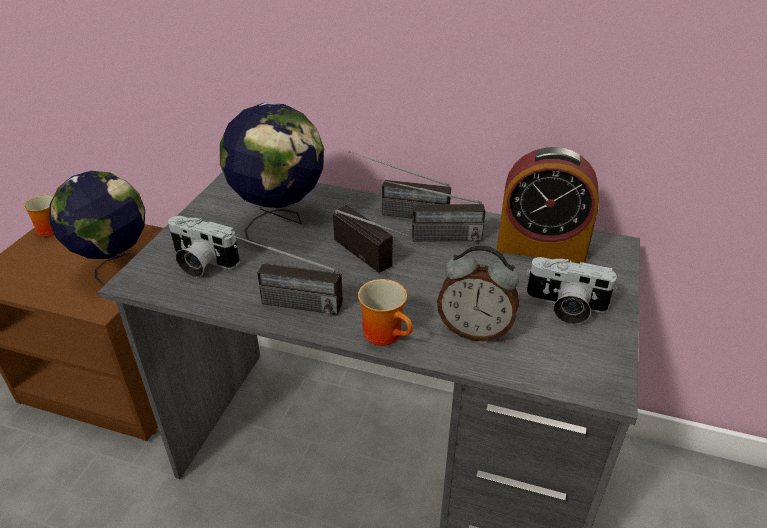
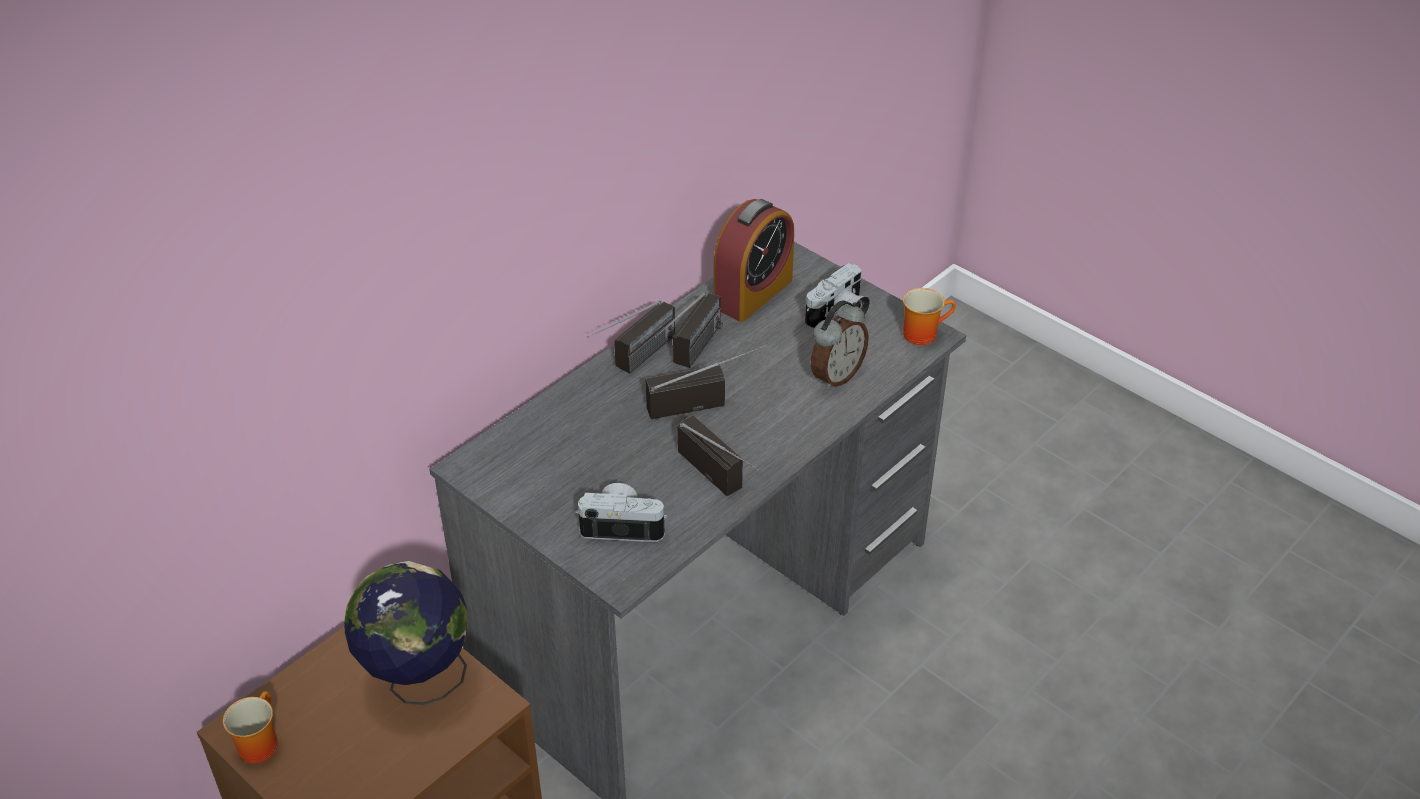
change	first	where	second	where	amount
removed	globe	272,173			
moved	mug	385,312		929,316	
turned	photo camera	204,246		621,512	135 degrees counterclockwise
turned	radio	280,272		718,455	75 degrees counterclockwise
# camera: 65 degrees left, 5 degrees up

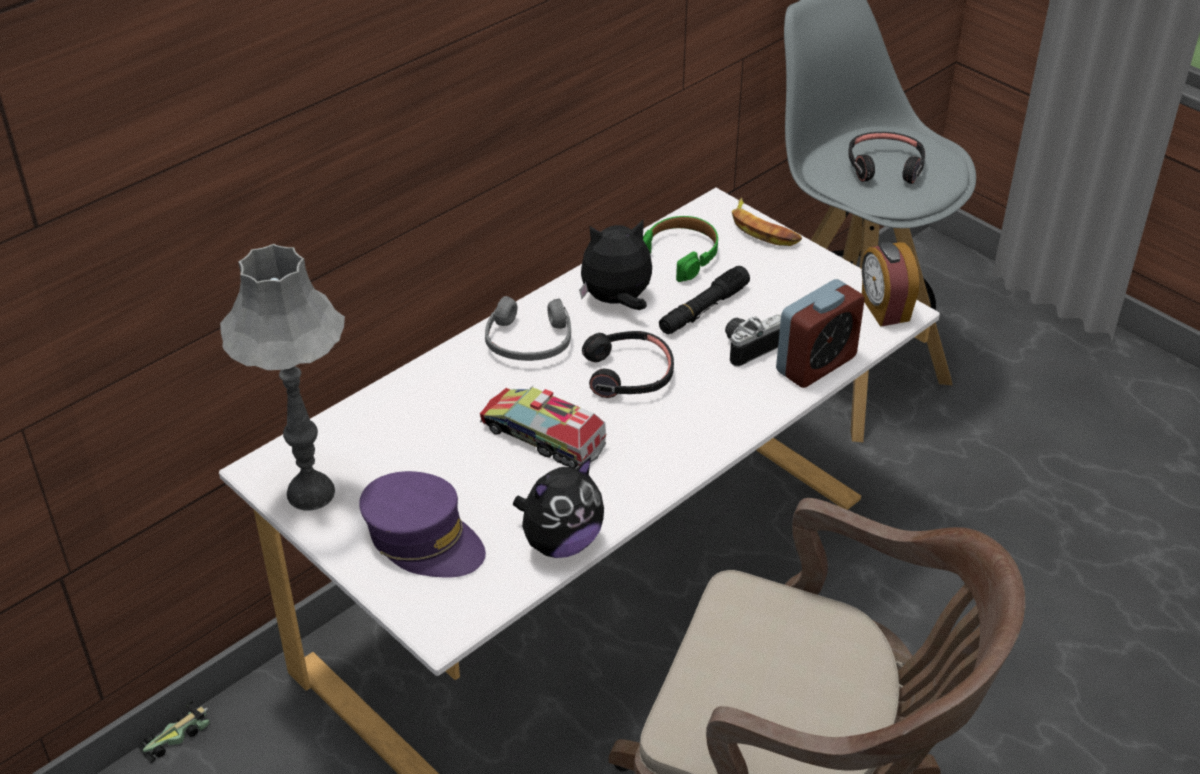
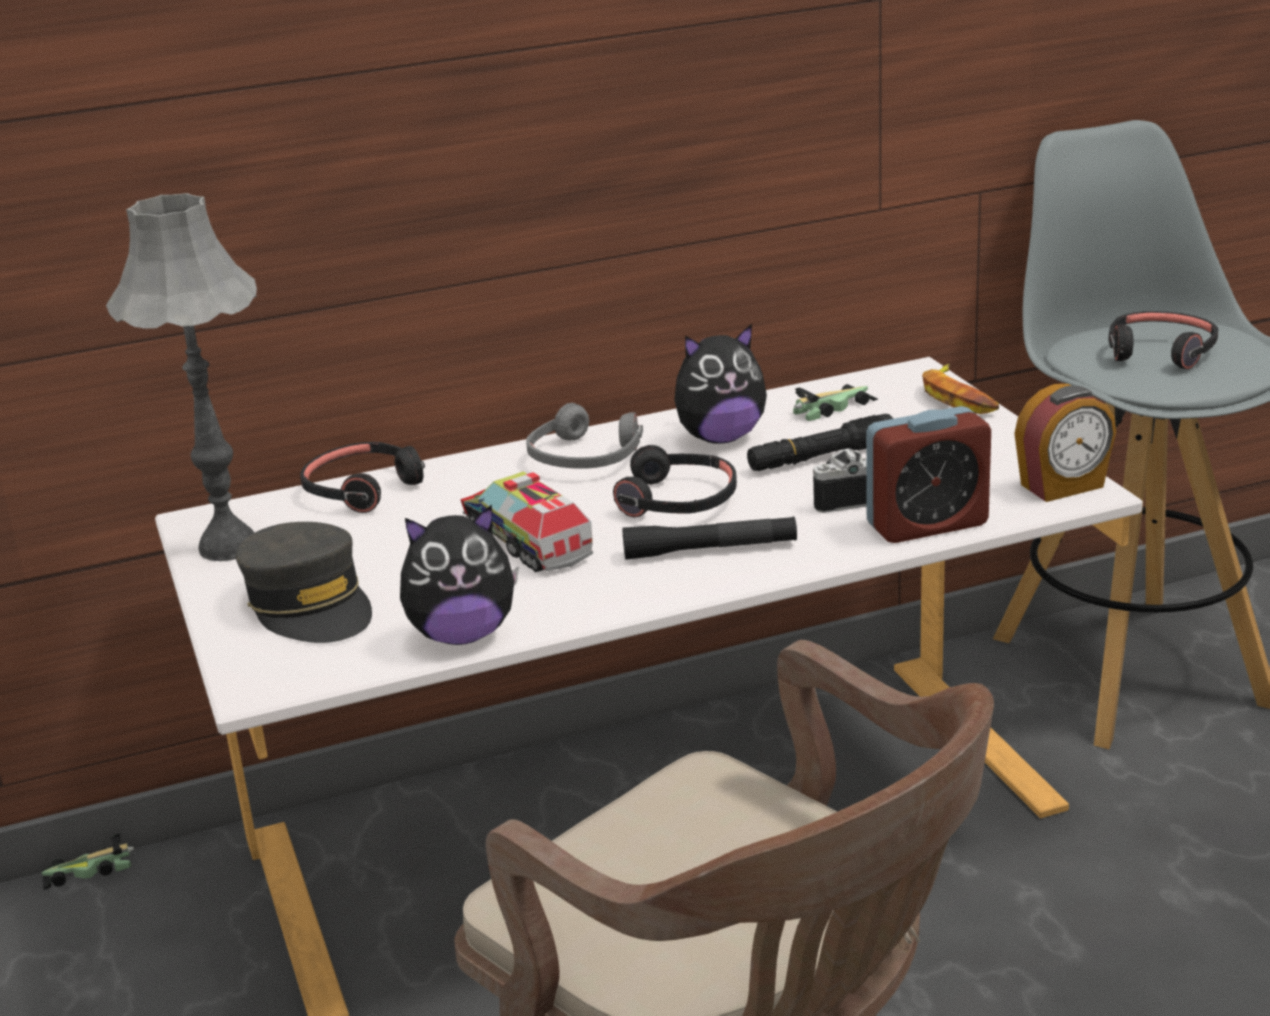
change	first	where	second	where	amount
added			headphones/black	362,477	
added			flashlight/black	709,538	
replaced	headphones/green	680,249	toy car	835,402	
recoloured	cap/purple	422,524	cap/grey	304,582	
turned	plush toy	615,265		720,384	150 degrees clockwise
turned	alarm clock	890,284		1065,443	120 degrees counterclockwise
# camera: 25 degrees right, 15 degrees down

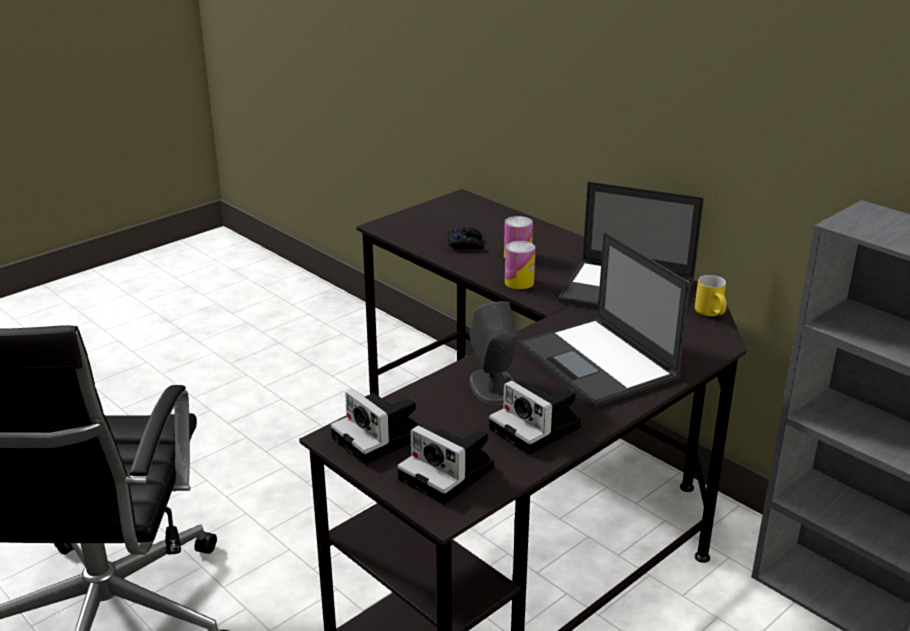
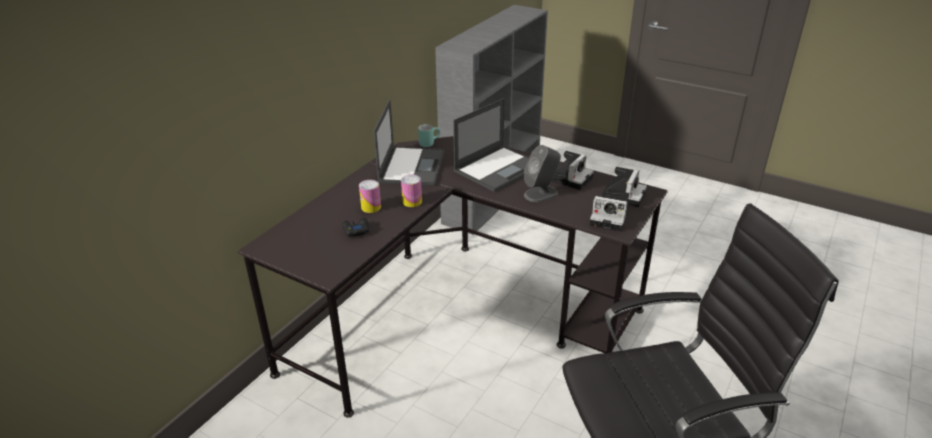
change	first	where	second	where	amount
recoloured	mug/yellow	711,295	mug/turquoise	429,135	
turned	photo camera	376,427		609,212	75 degrees clockwise
# camera: 105 degrees left, 5 degrees up

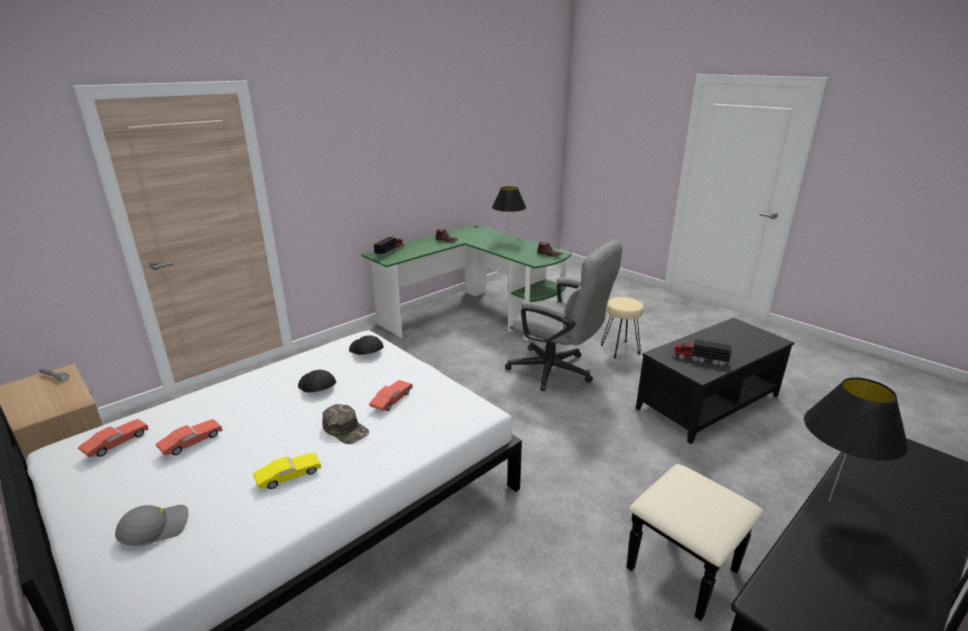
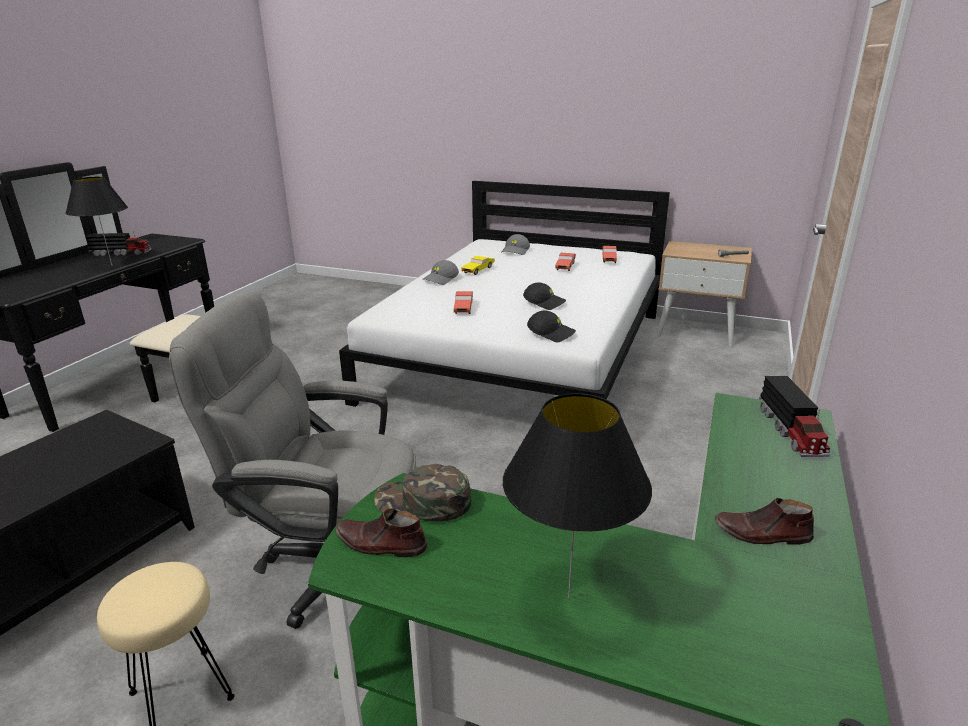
change	first	where	second	where	amount
added			cap/grey	441,272	
moved	cap/green	345,424		422,493	
moved	toy truck	703,352		119,243	
# camera: 155 degrees right, 0 degrees up

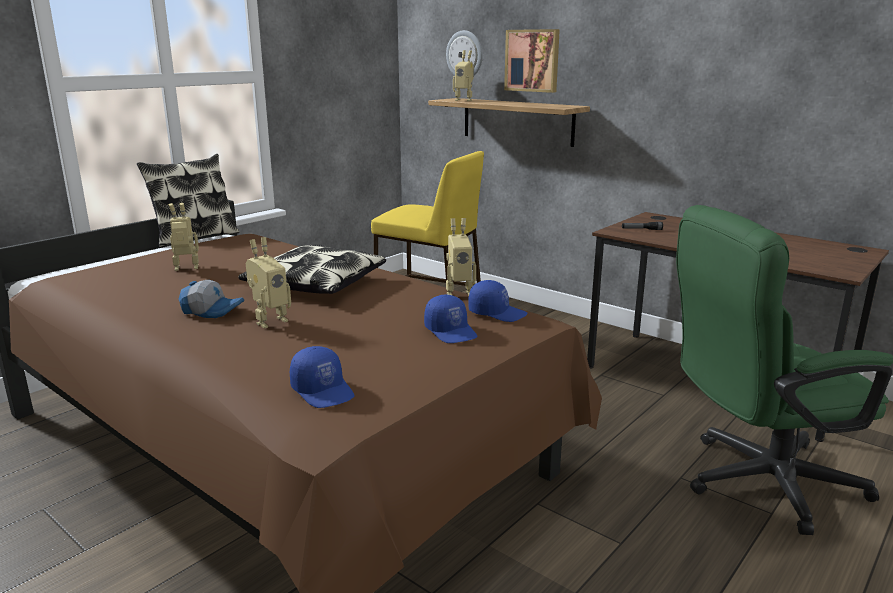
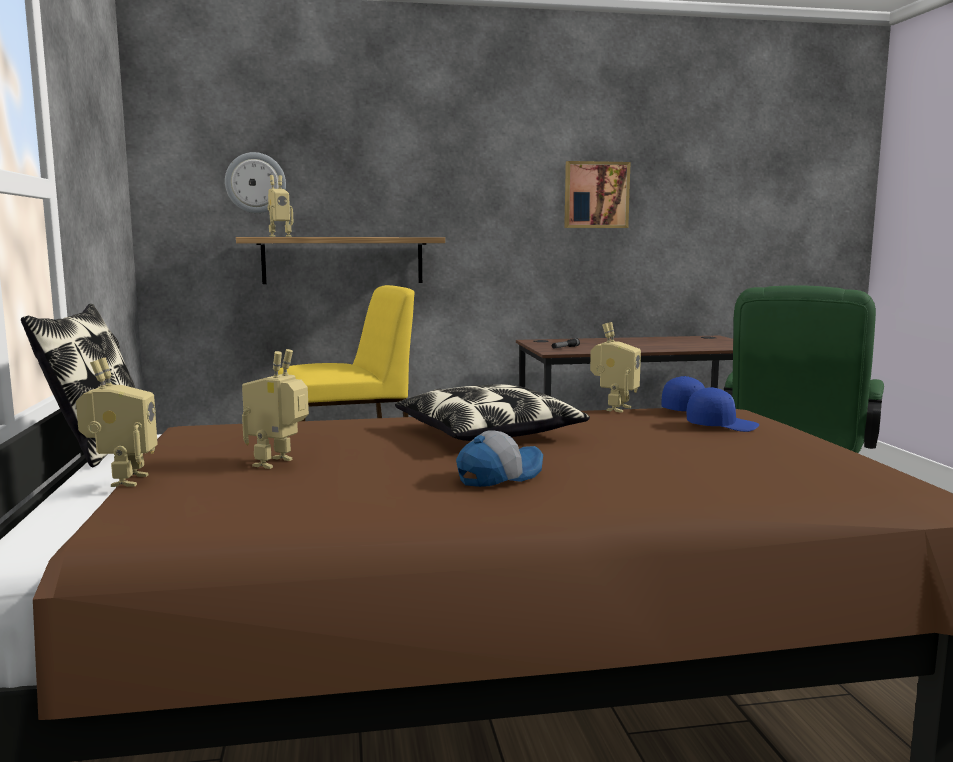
change	first	where	second	where	amount
removed	cap/blue	322,377			
moved	toy robot	268,282		117,422	
moved	picture	532,61		597,194	
# camera: 50 degrees left, 10 degrees down

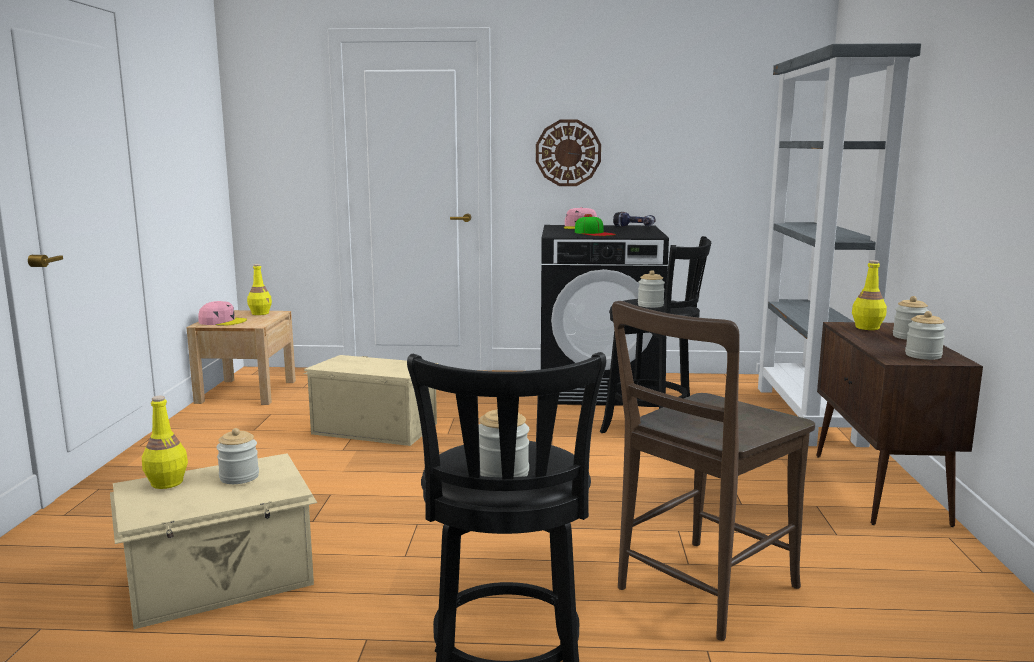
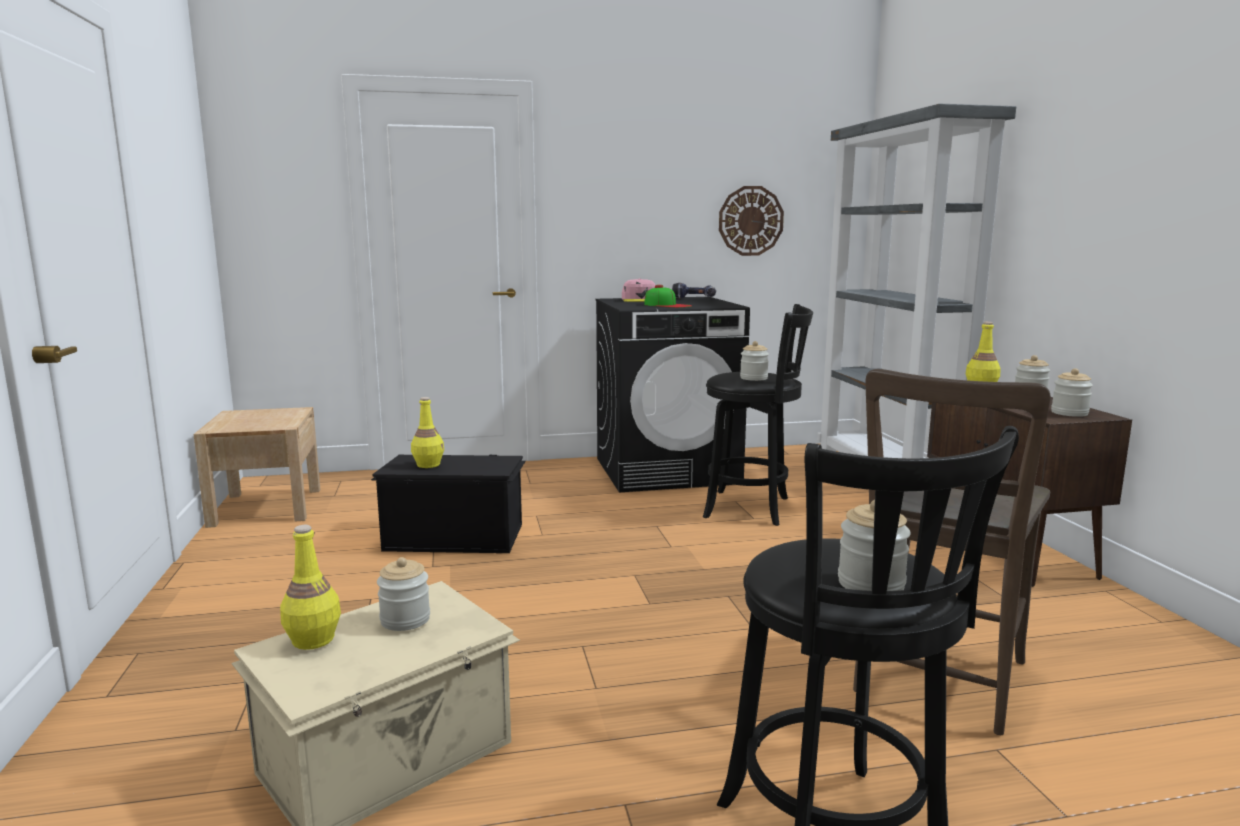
change	first	where	second	where	amount
removed	cap/pink	222,313			
moved	bottle/yellow	259,289		427,432	
moved	wall clock	568,153		751,221	
recoloured	storage box/beige	370,400	storage box/black	448,504	
# camera: 15 degrees left, 0 degrees up

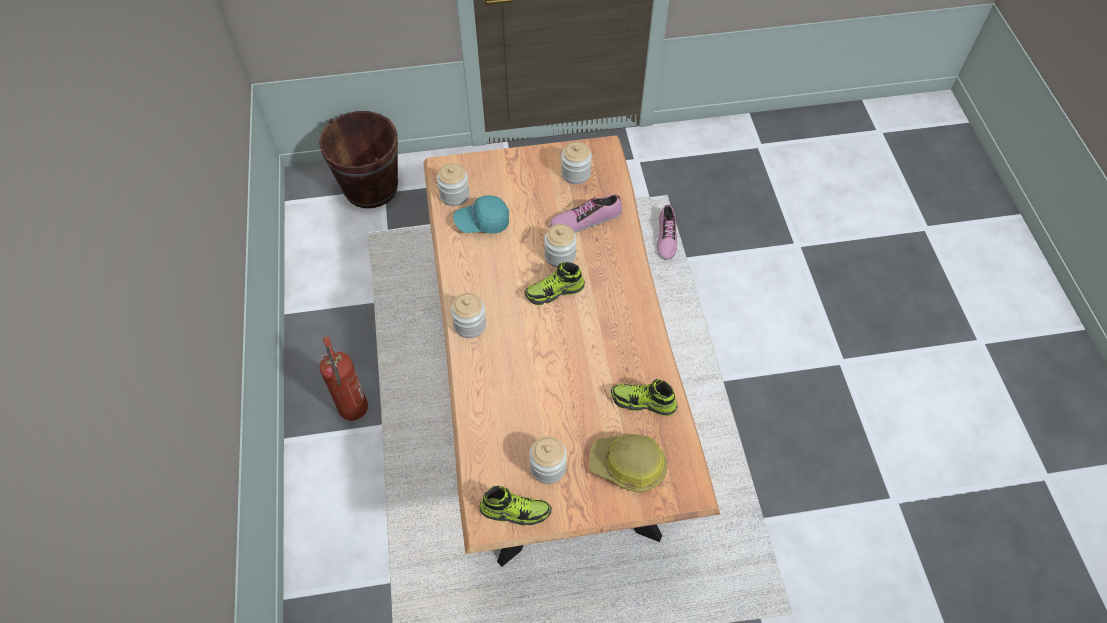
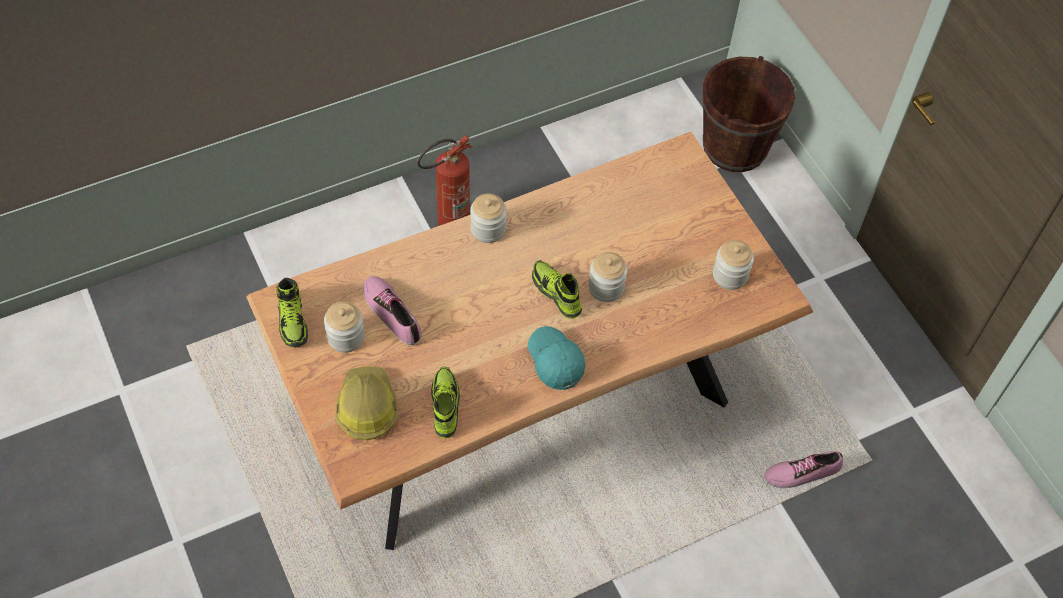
change	first	where	second	where	amount
removed	jar	453,184			
moved	cap/turquoise	481,214		556,358	
moved	shoe	586,213		392,310	
# camera: 70 degrees right, 0 degrees up

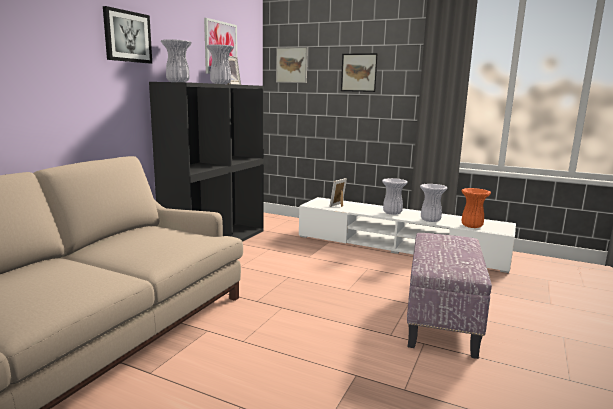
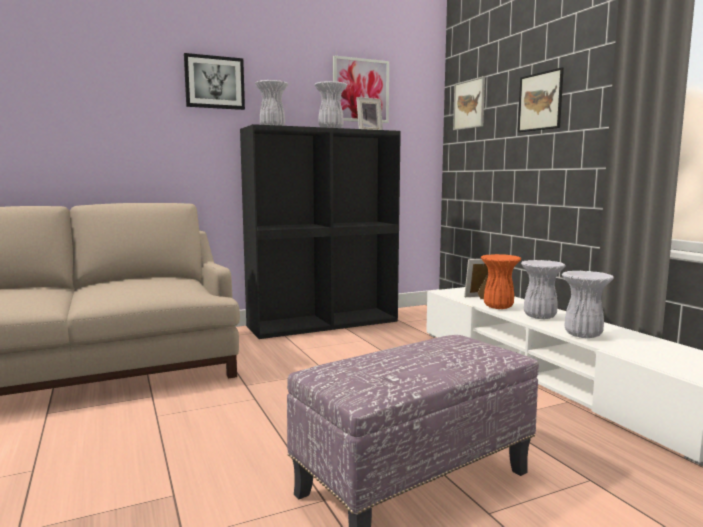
change	first	where	second	where	amount
moved	vase/orange	476,208		501,281	
# camera: 40 degrees right, 5 degrees down

